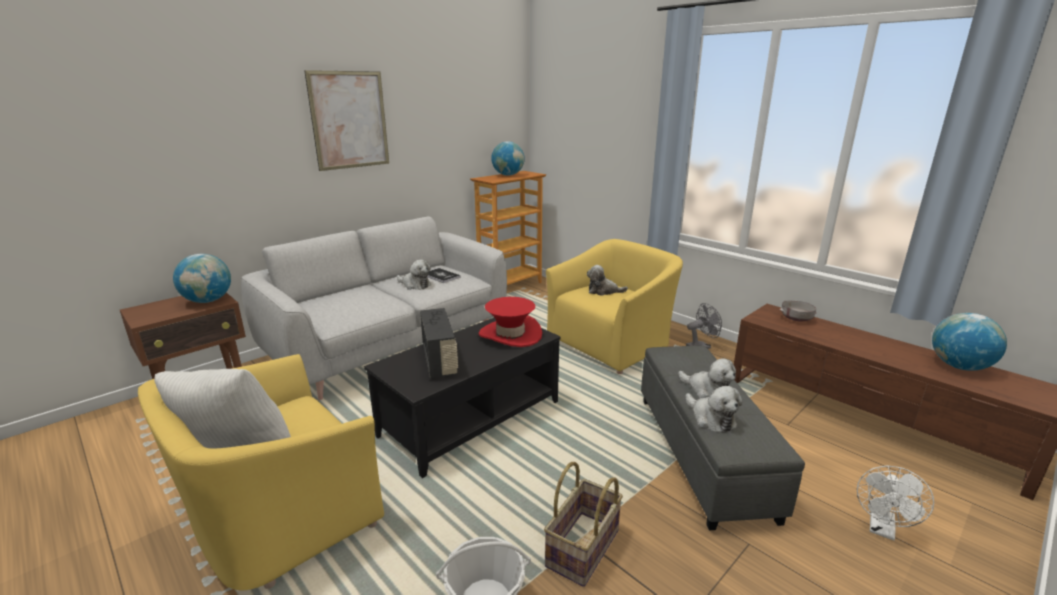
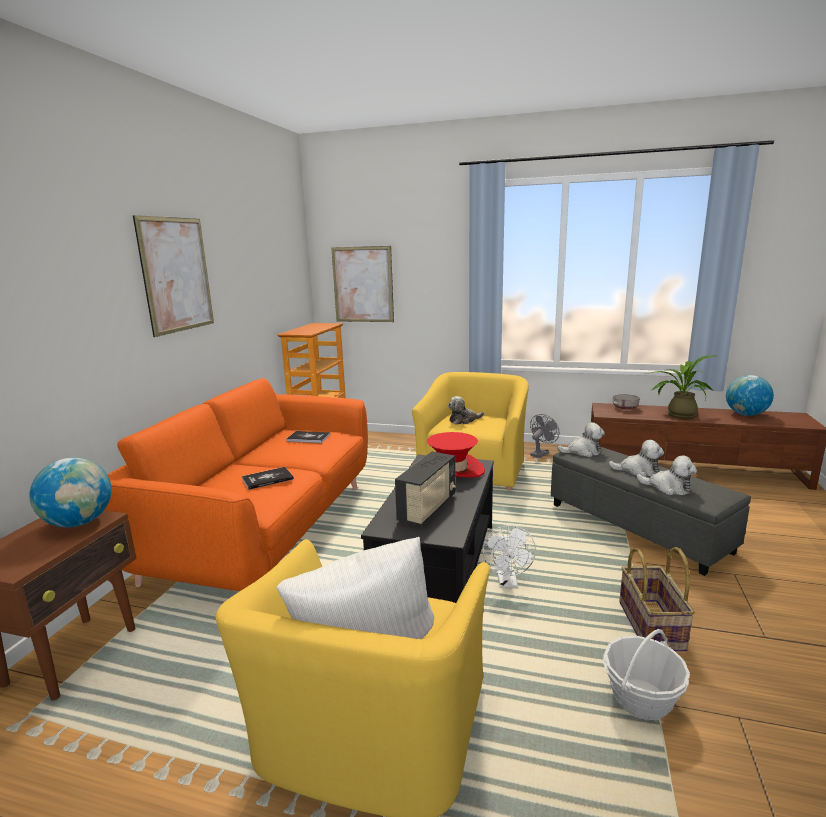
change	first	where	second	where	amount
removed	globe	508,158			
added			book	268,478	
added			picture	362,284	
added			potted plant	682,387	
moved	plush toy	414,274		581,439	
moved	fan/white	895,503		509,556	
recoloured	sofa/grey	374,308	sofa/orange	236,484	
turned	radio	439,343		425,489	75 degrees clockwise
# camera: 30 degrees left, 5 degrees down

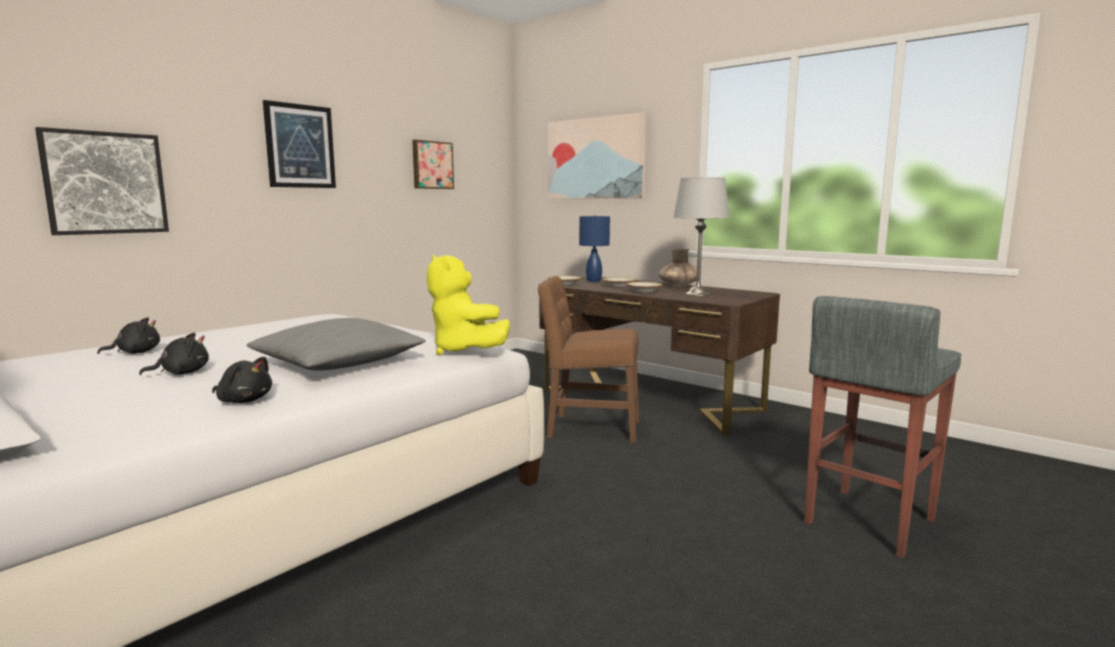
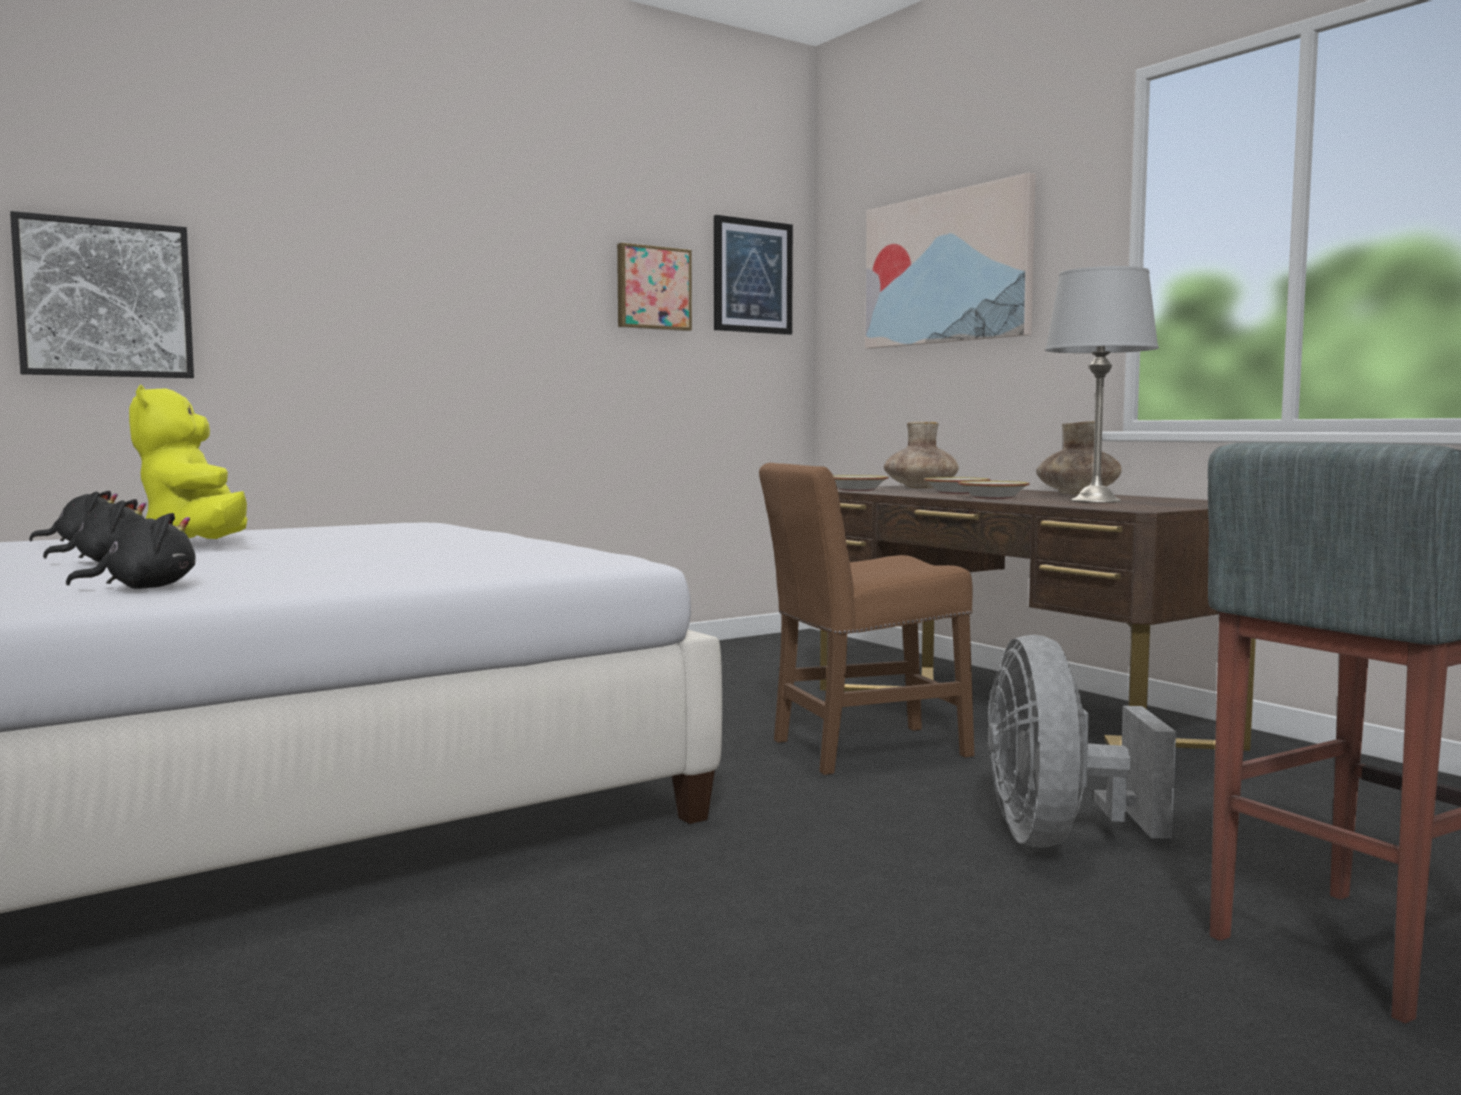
change	first	where	second	where	amount
removed	pillow/grey	335,344			
added			fan/grey	1081,741	
moved	picture	299,144		753,275	
moved	plush toy/yellow	468,305		188,462	
replaced	table lamp/blue	594,248	vase/brown	921,455	
turned	plush toy/black	242,379		130,551	60 degrees counterclockwise
turned	chair/brown	588,359		866,619	45 degrees counterclockwise
# camera: 15 degrees right, 5 degrees down

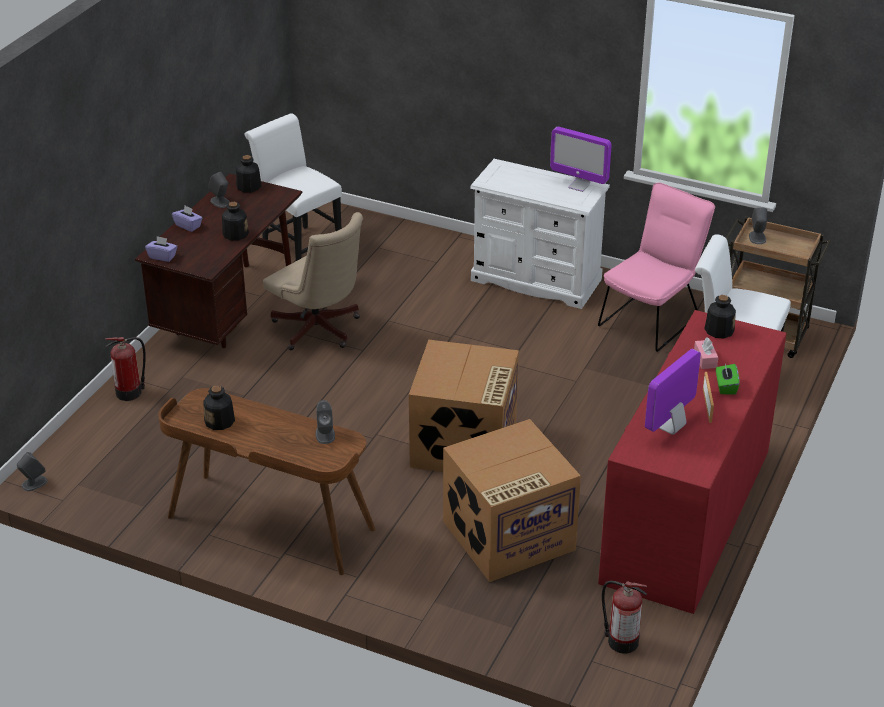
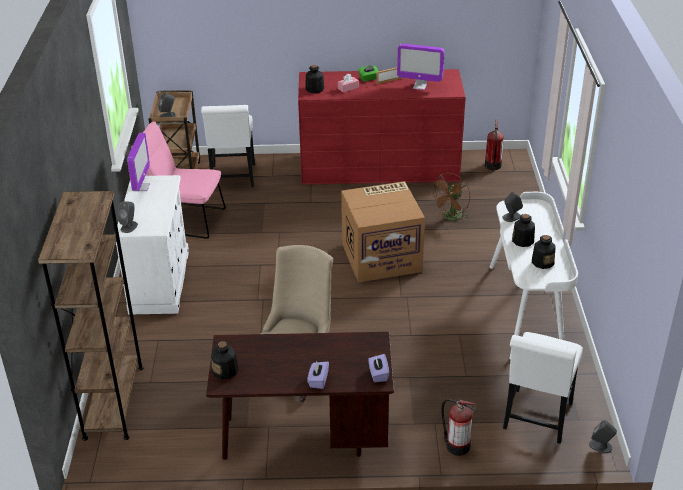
change	first	where	second	where	amount
added			bookcase/brown	91,316	
moved	speaker/grey	219,190		128,217	
moved	bottle	235,221		523,230	
moved	chair/white	293,187		543,388	
replaced	cardboard box	512,500	fan/brown	450,197	
recoloured	desk/brown	267,481	desk/white	534,275	
# camera: 115 degrees left, 0 degrees up

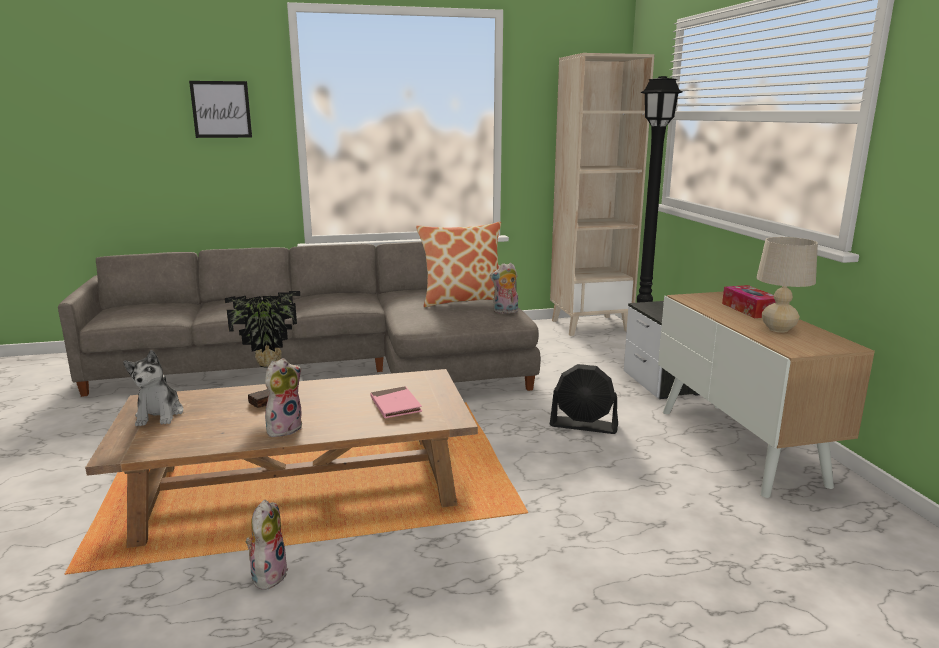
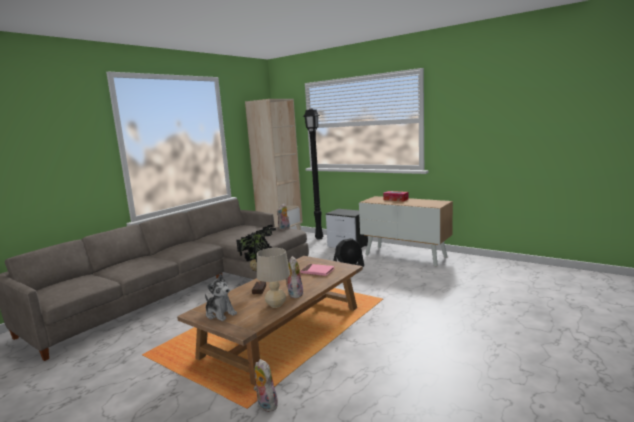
change	first	where	second	where	amount
removed	picture	220,109			
removed	pillow	458,264			
moved	plush toy	267,545		265,385	
moved	table lamp/beige	787,285		273,278	
# camera: 40 degrees left, 5 degrees down

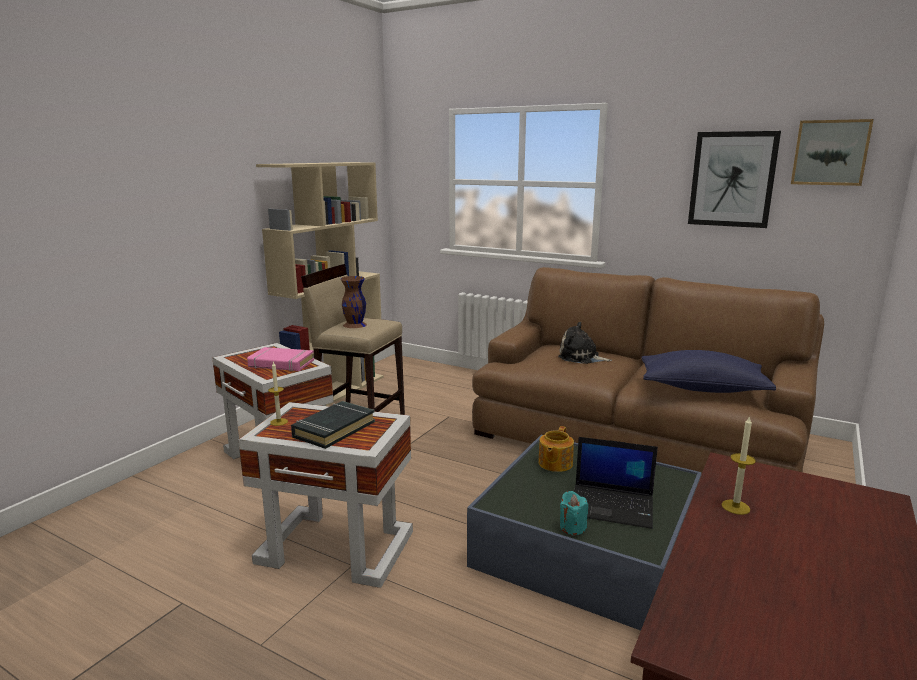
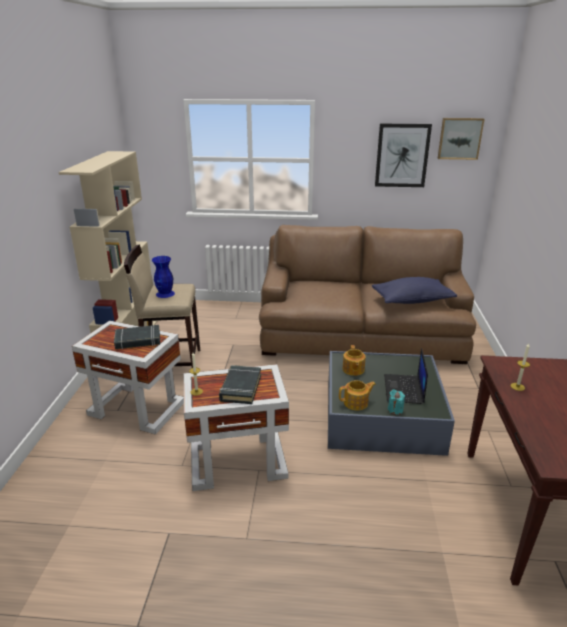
change	first	where	second	where	amount
removed	plush toy	585,343			
added			teapot	357,395	
recoloured	book/pink	280,359	book/black	137,337	
recoloured	vase/brown	354,302	vase/blue	163,277	
turned	laptop	616,483		406,376	105 degrees clockwise
# camera: 25 degrees left, 10 degrees up

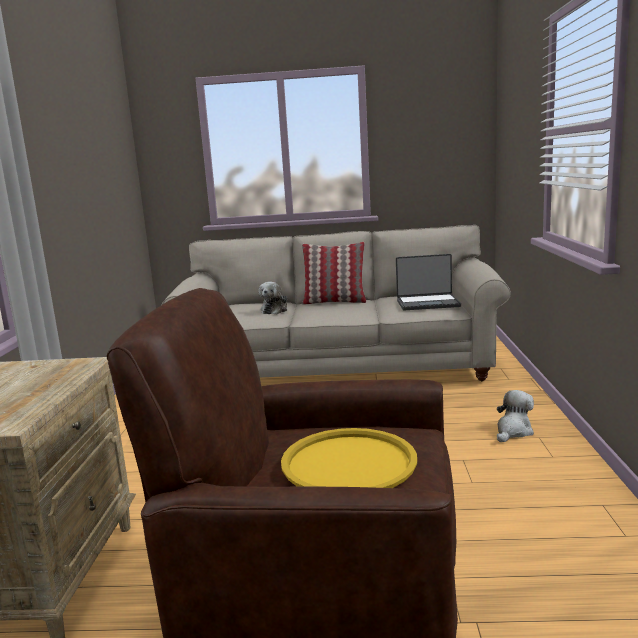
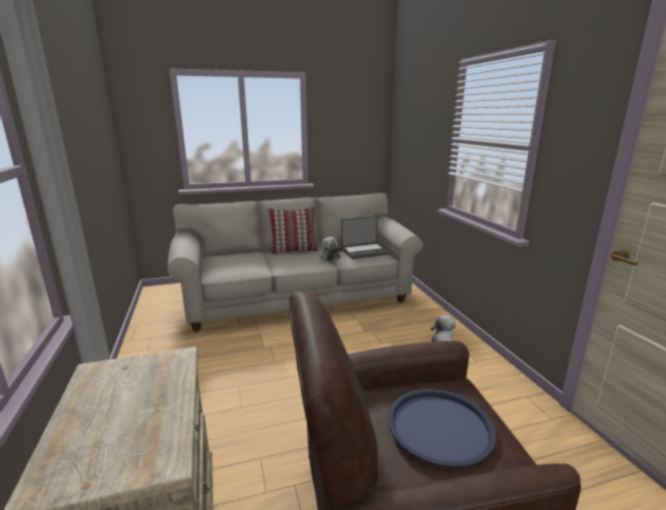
change	first	where	second	where	amount
moved	plush toy	273,298		331,249	
recoloured	tray/yellow	349,458	tray/blue	442,428	
# camera: 20 degrees left, 5 degrees up

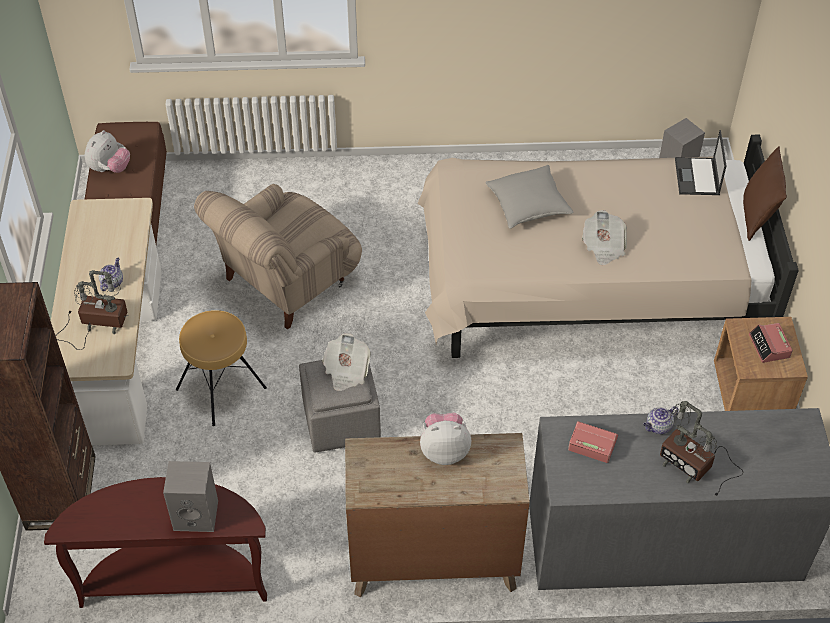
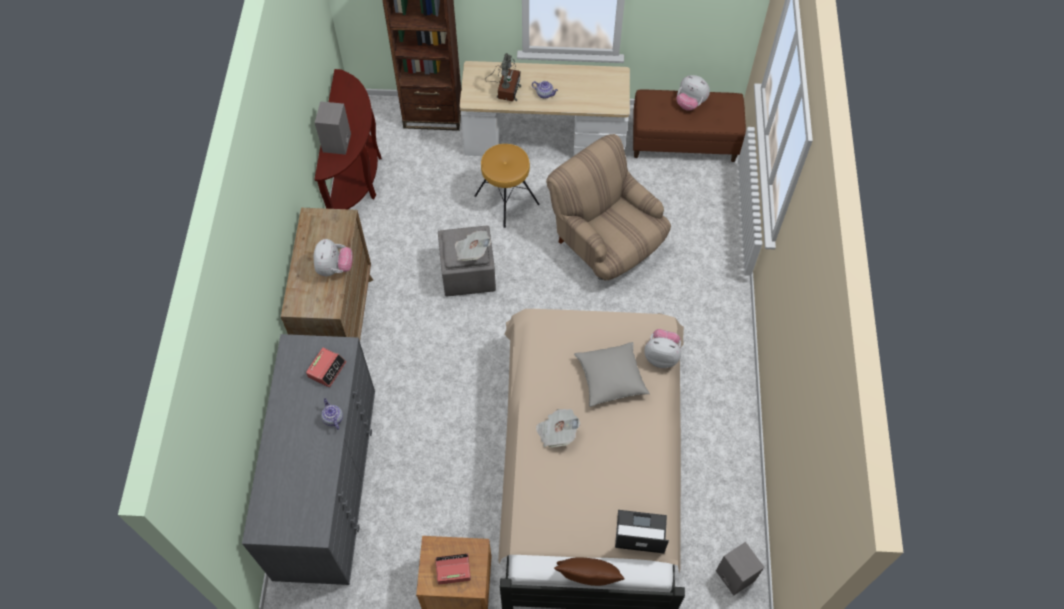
change	first	where	second	where	amount
removed	table lamp	701,448			
added			plush toy	662,348	
# camera: 95 degrees right, 10 degrees up

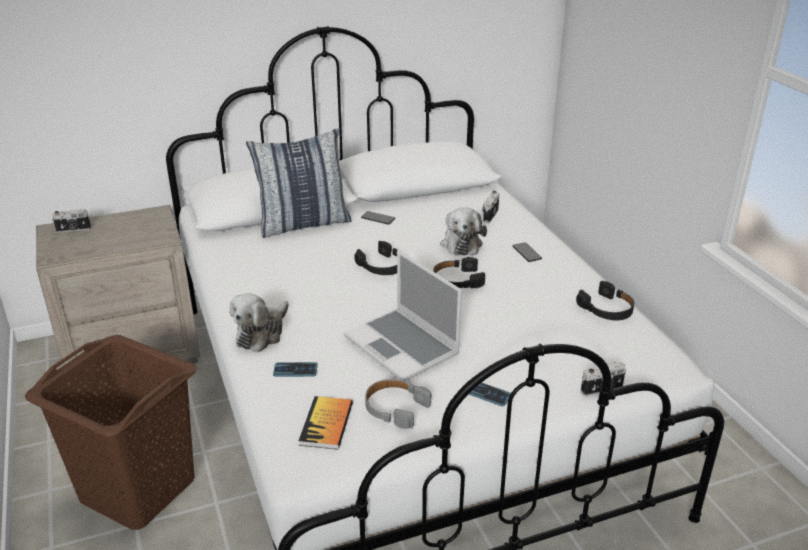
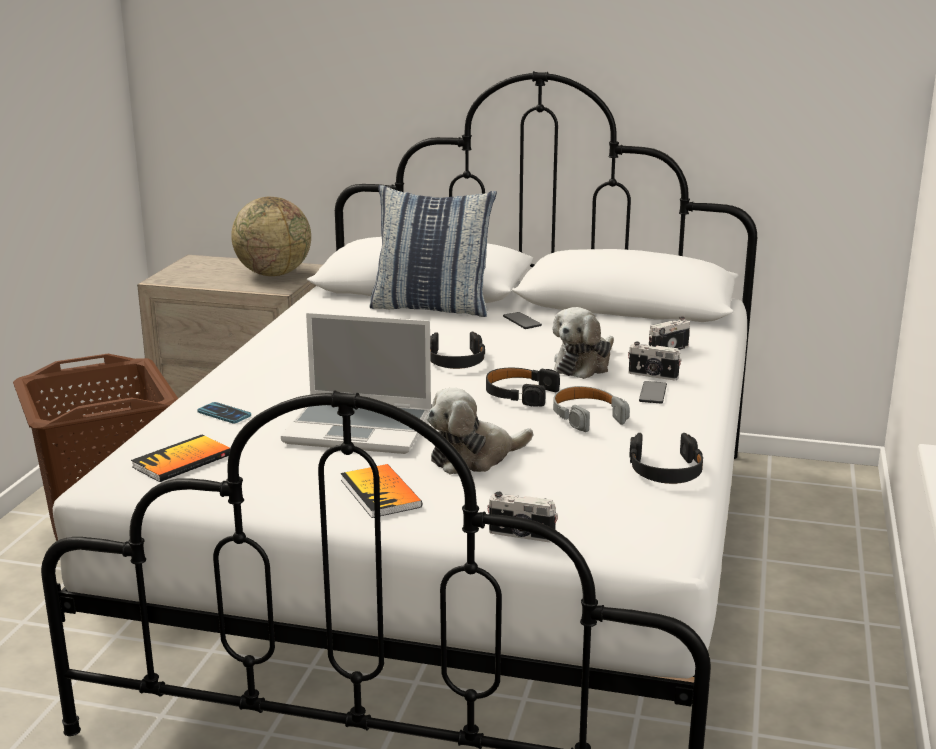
change	first	where	second	where	amount
added			globe	271,236	
moved	photo camera	71,221		655,361	
moved	plush toy	259,322		480,431	
moved	headphones/grey	398,404		591,409	
replaced	phone	490,394	book	381,491	
turned	laptop	403,315		356,383	75 degrees counterclockwise
# camera: 35 degrees right, 10 degrees down

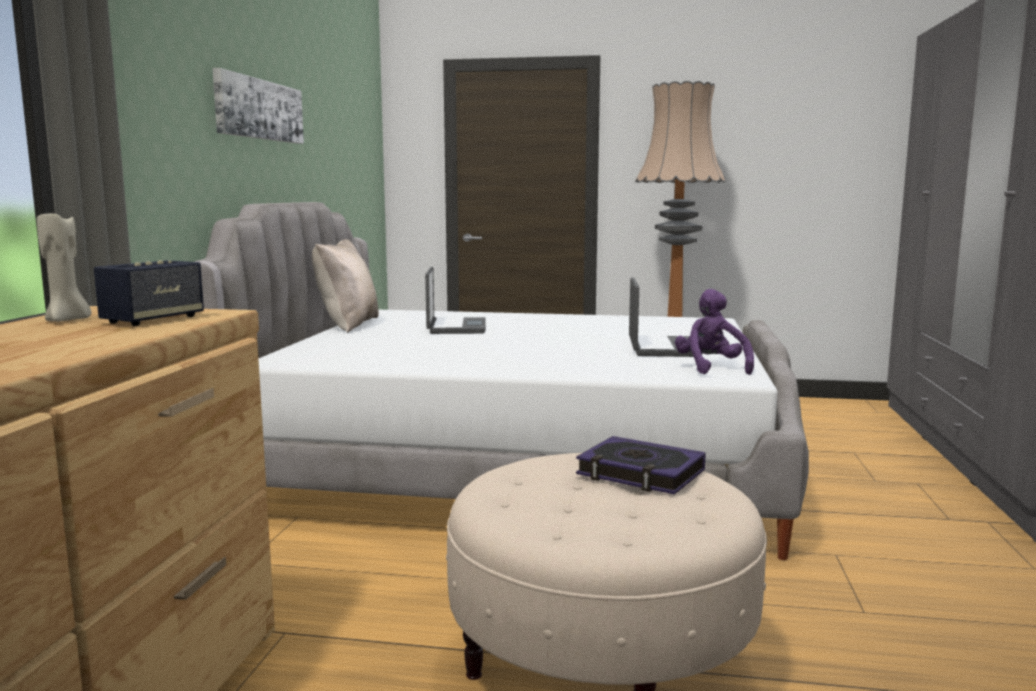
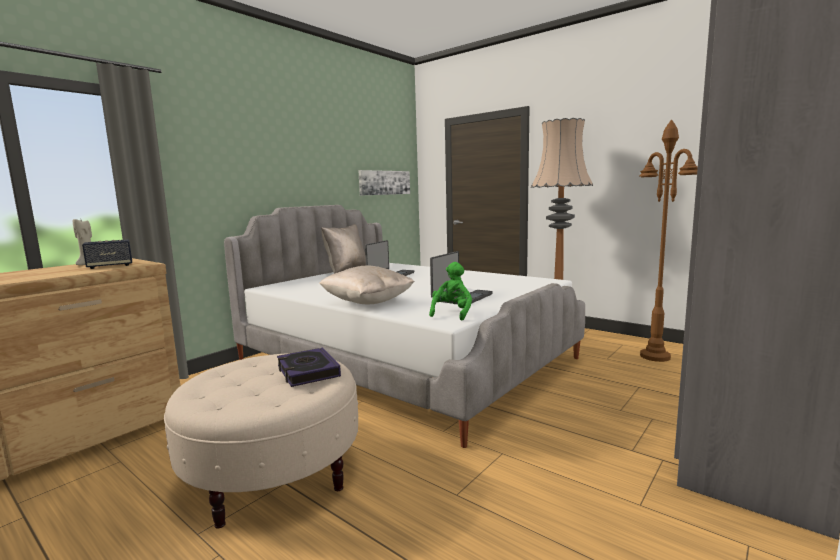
change	first	where	second	where	amount
added			pillow/beige	367,284	
added			floor lamp/brown	668,240	
moved	picture	258,106		384,183	
recoloured	plush toy/purple	714,332	plush toy/green	450,291	
# camera: 30 degrees right, 0 degrees up

